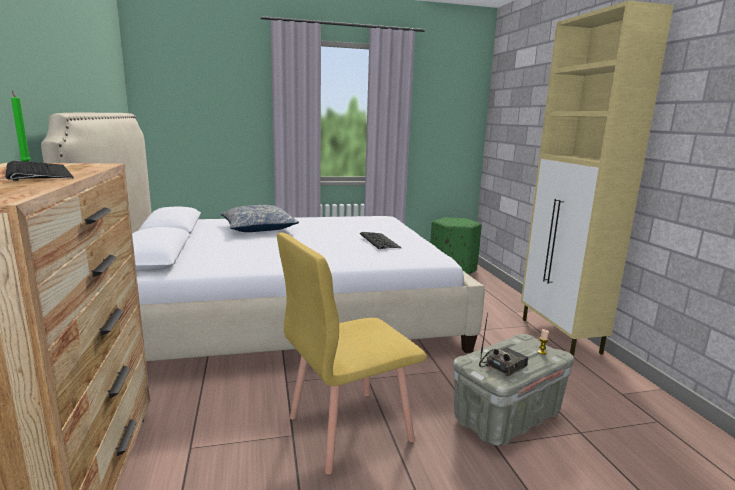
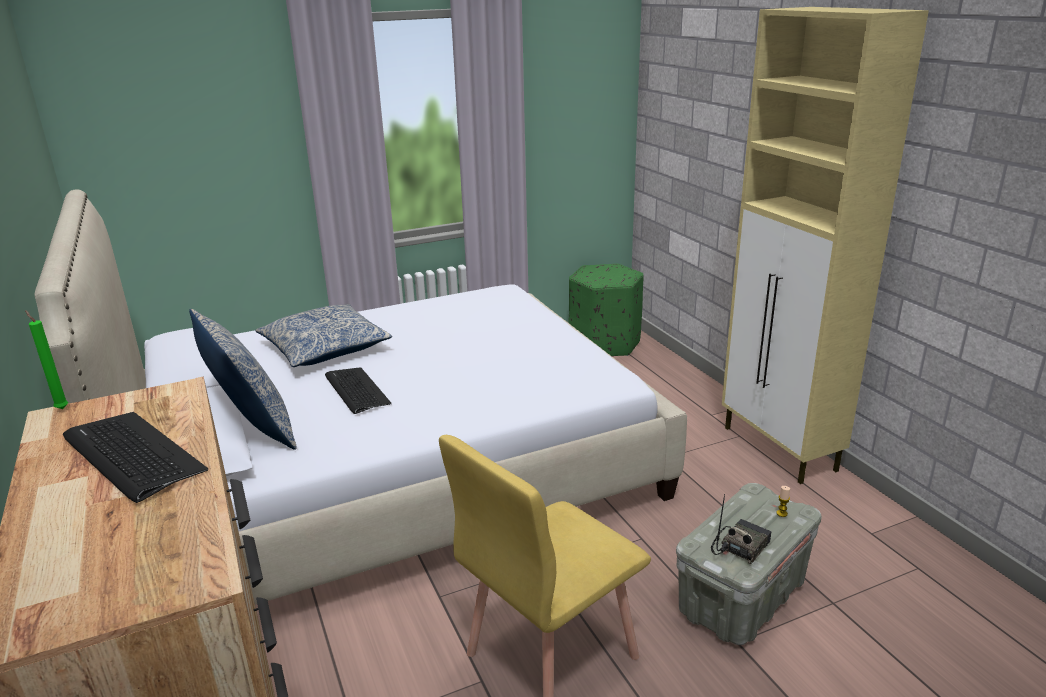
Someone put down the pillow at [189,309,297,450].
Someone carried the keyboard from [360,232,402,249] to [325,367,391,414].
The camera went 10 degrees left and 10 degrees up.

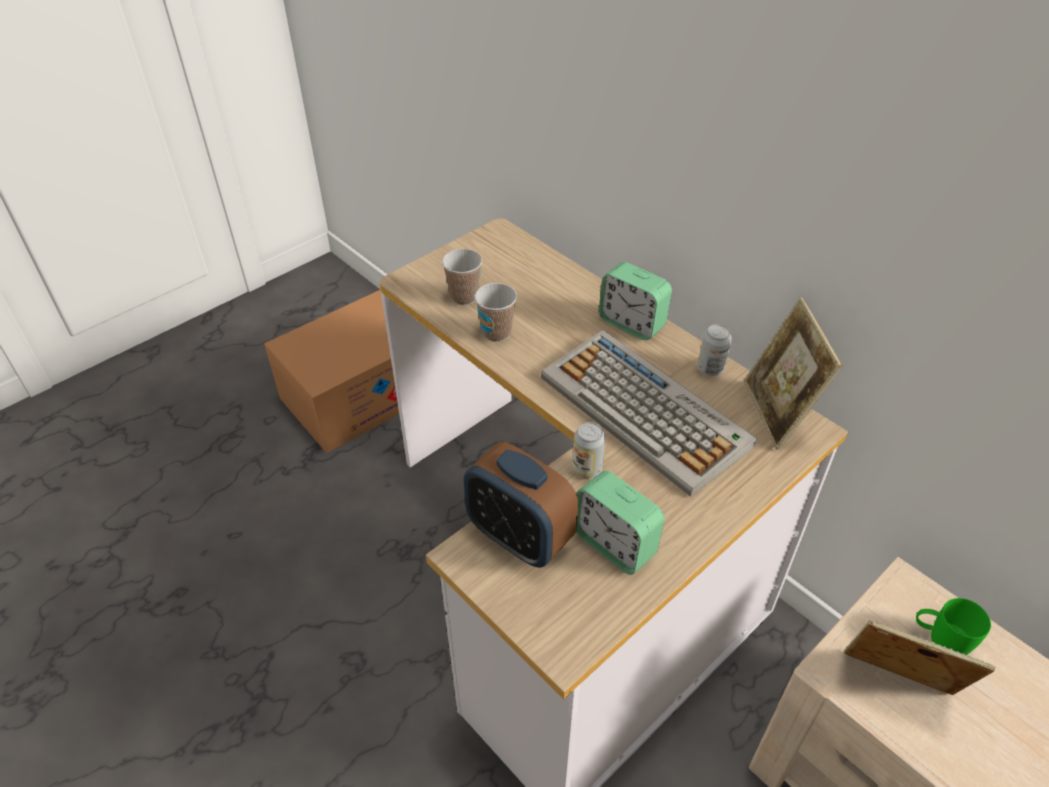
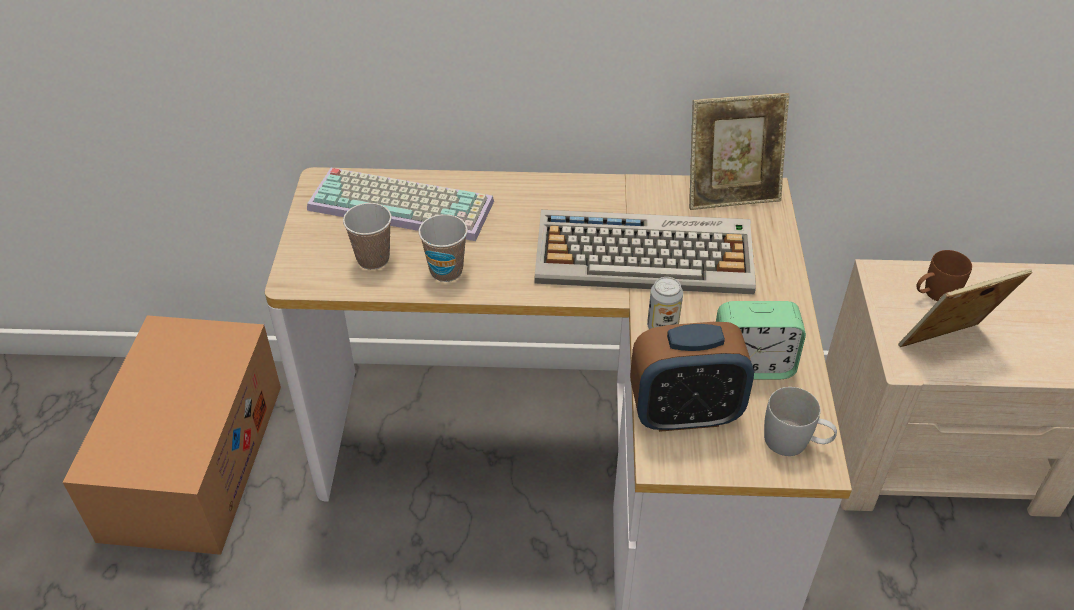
Someone put down the keyboard at [307,168,494,241].
Someone rotated the picture_frame at [744,297,843,450] by 45 degrees counterclockwise.
Someone put down the white_mug at [764,387,837,456].
Someone repainted the green_mug at [916,598,991,655], which became the brown_mug at [916,250,972,301].
Someone took away the alarm_clock at [599,262,672,340].
Someone took away the can at [698,324,732,376].
The camera went 45 degrees left and 0 degrees up.

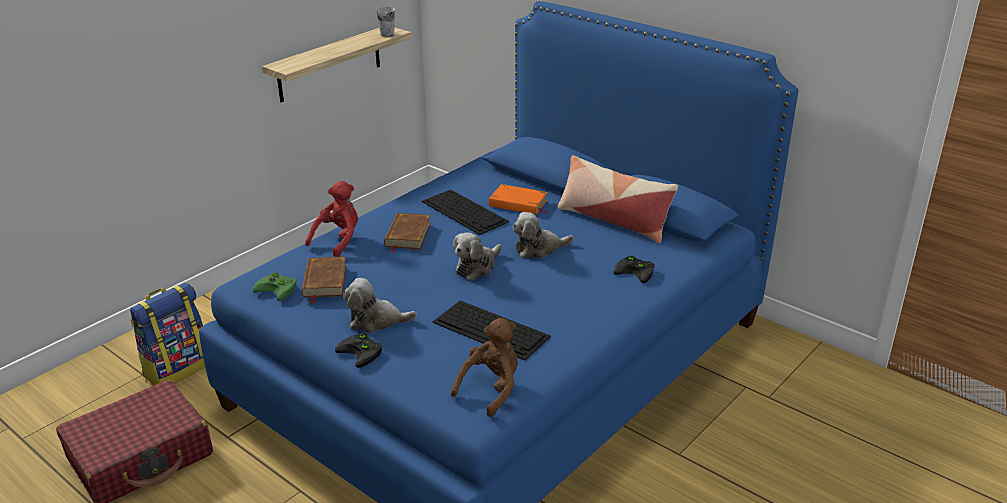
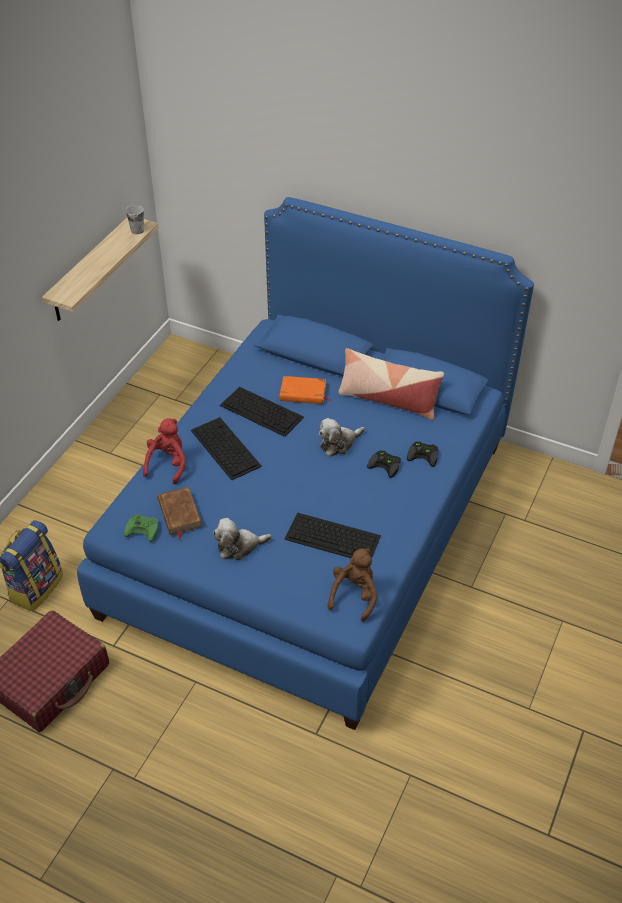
Someone swapped the brown_book at [384,213,431,253] for the keyboard at [191,417,262,480].
Someone carried the black_game_controller from [335,333,382,368] to [367,450,401,478].
Someone took away the plush_toy at [453,232,502,280].
The camera went 15 degrees left and 15 degrees up.

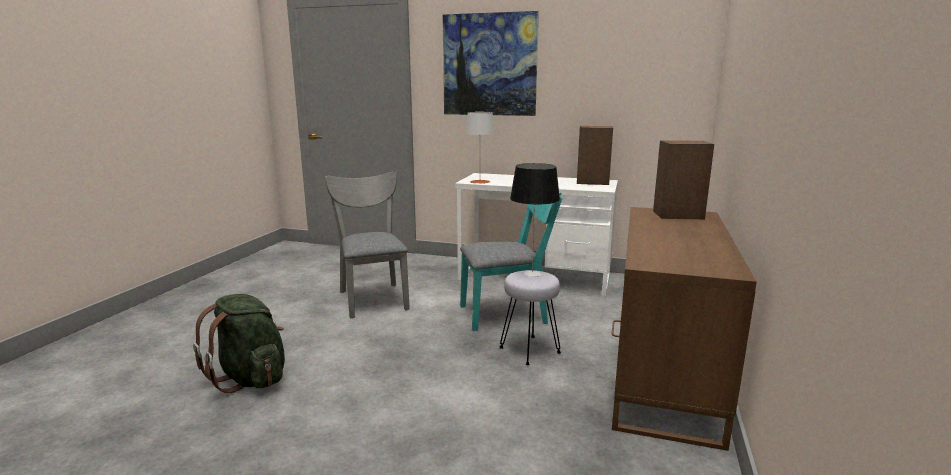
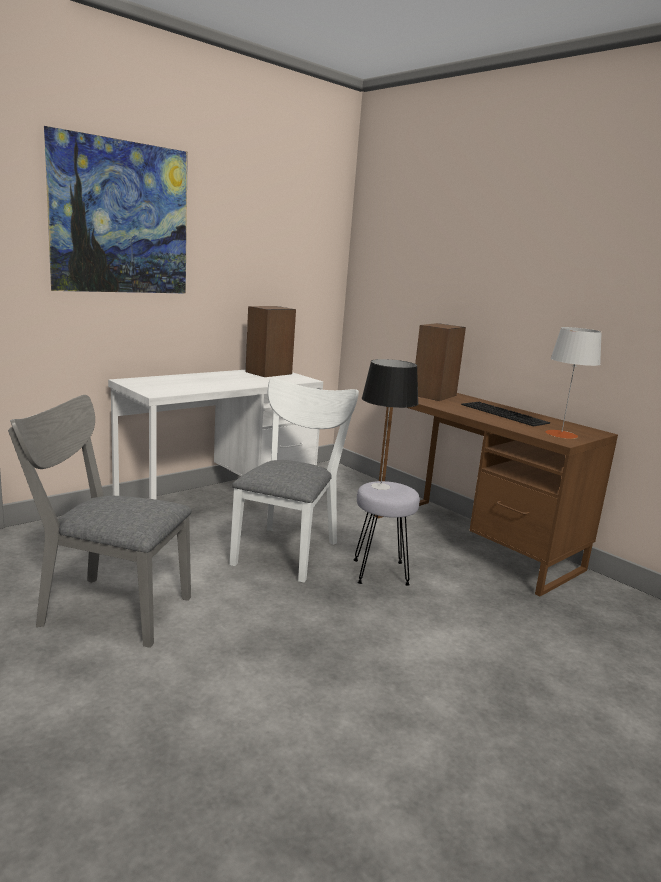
Someone repainted the turquoise_chair at [460,192,562,331], which became the white_chair at [229,378,359,583].
Someone put down the keyboard at [461,402,550,426].
Someone carried the grey_table_lamp from [465,112,495,184] to [545,327,602,439].
Someone took away the green_backpack at [193,294,285,393].
The camera went 60 degrees left and 0 degrees up.

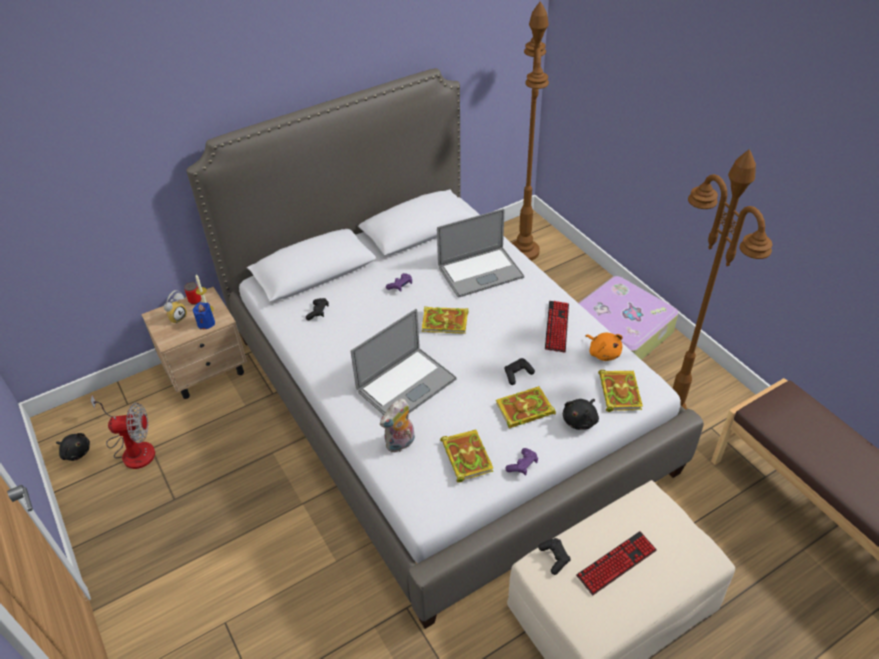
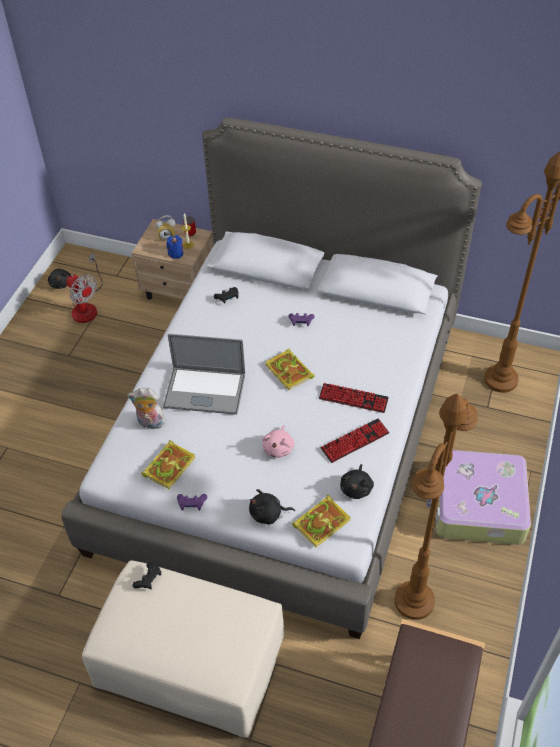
Someone swapped the black_game_controller at [505,358,535,385] for the pink_plush_toy at [262,425,295,458].
Someone carried the keyboard from [576,531,657,595] to [319,383,389,413].
Someone repainted the orange_plush_toy at [586,333,622,361], which became the black_plush_toy at [340,464,374,499].
Someone took away the laptop at [437,209,524,298].
Someone took away the book at [496,386,556,429].
The camera went 50 degrees right and 5 degrees up.

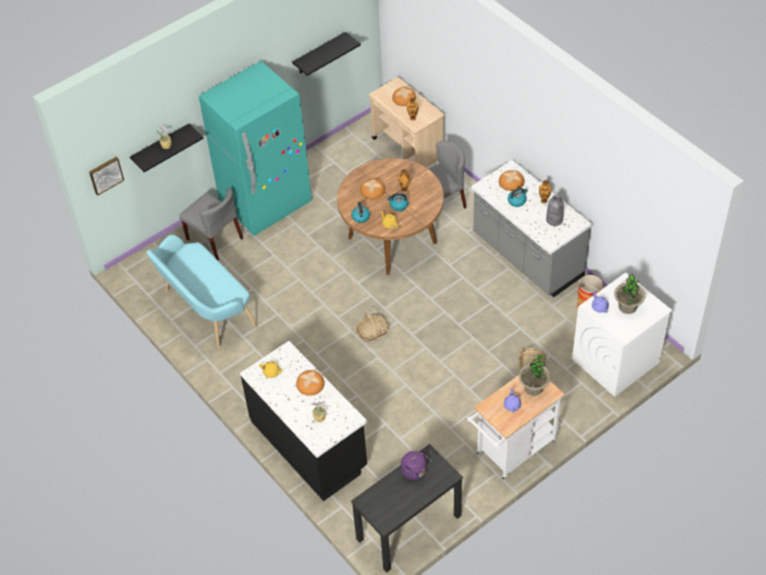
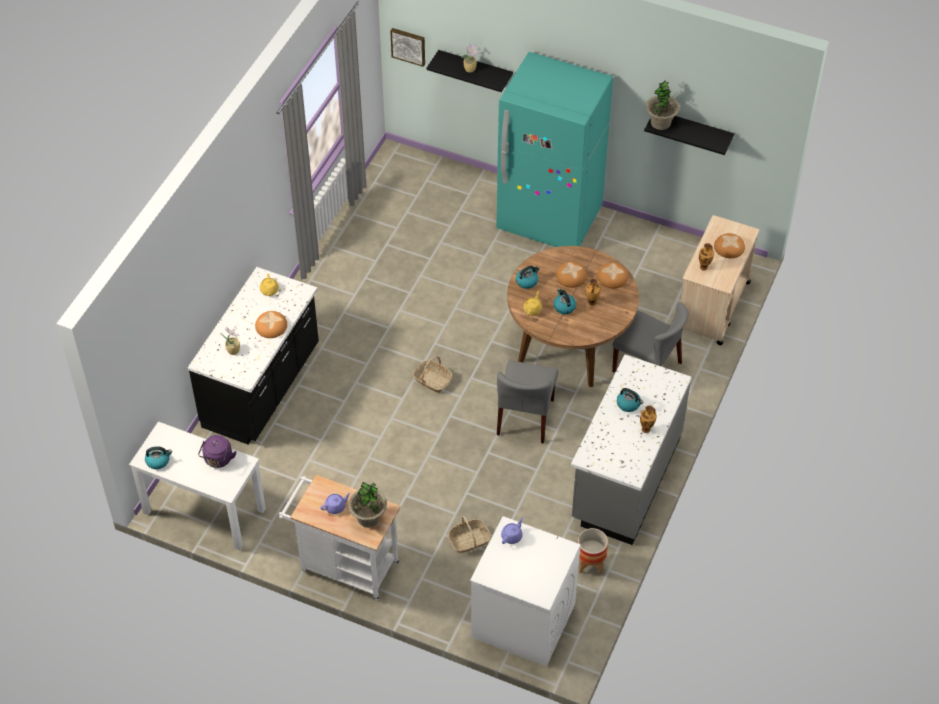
Someone repainted the black_desk at [351,444,463,573], which became the white_desk at [129,422,266,551].
Someone put down the kettle at [145,446,172,469].
Someone carried the grey_chair from [179,188,243,260] to [497,360,558,444].
Someone carried the bread from [499,170,524,191] to [597,263,628,288].
Someone carried the potted_plant from [614,274,646,314] to [646,81,680,130].
Someone took away the turquoise_bench at [146,235,258,350].
Someone took away the grey_vase at [546,194,564,226].
The camera went 60 degrees right and 0 degrees up.

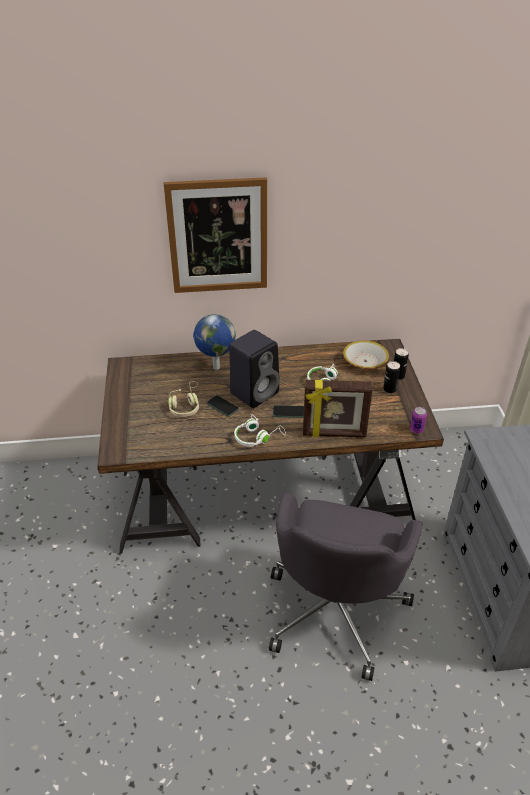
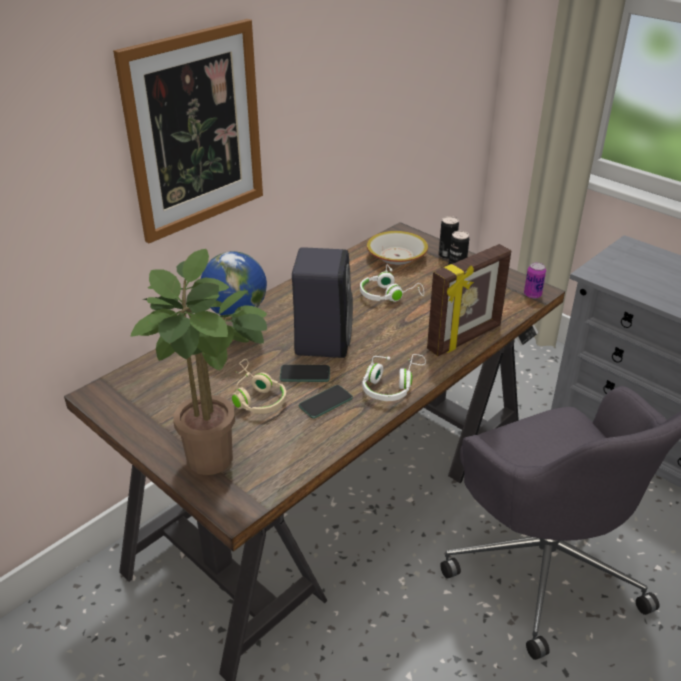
Someone put down the potted_plant at [131,249,267,475].
Someone carried the phone from [273,405,304,418] to [299,385,353,419].
The camera went 40 degrees left and 5 degrees down.

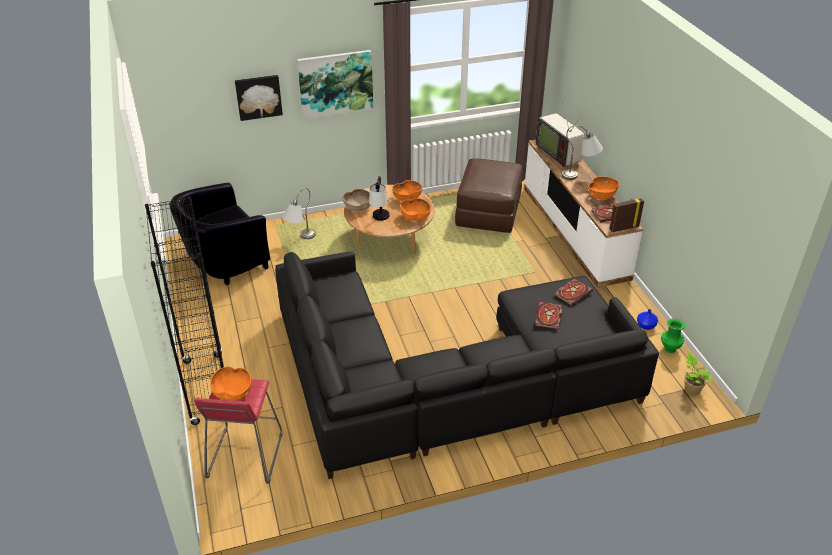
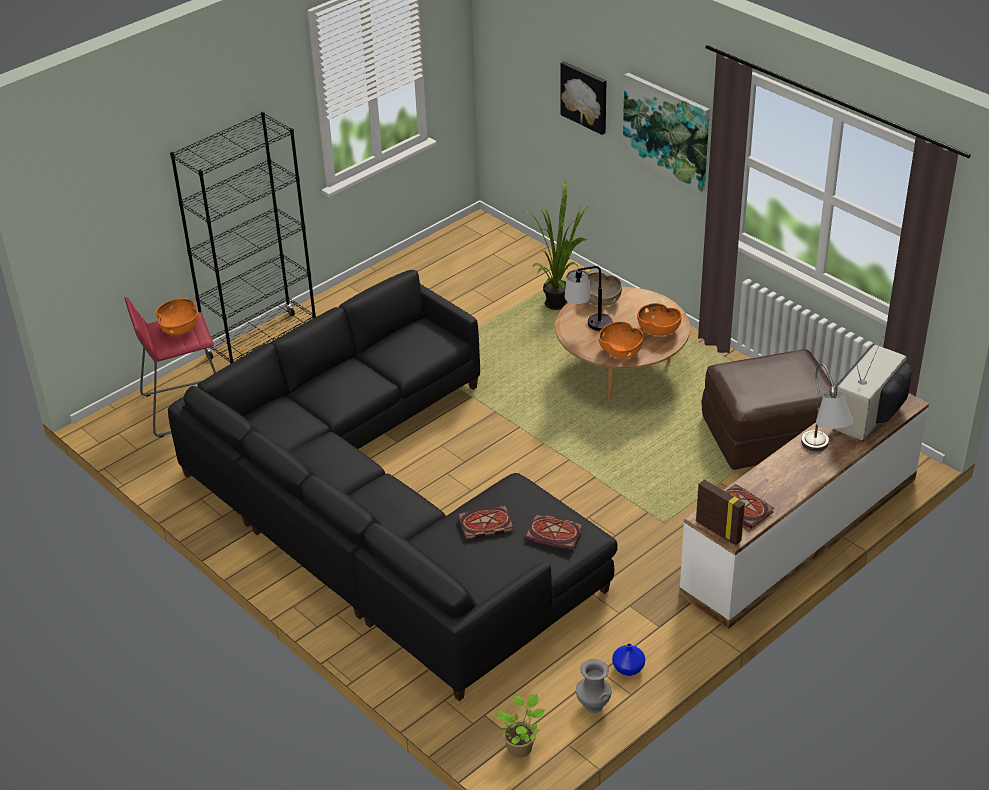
Someone swapped the grey_table_lamp at [282,188,316,239] for the potted_plant at [522,181,589,310].
Someone repainted the green_vase at [661,318,685,353], which became the grey_vase at [576,659,612,713].
Someone took away the black_armchair at [169,183,270,285].
Someone took away the orange_bowl at [588,176,619,200].
The camera went 65 degrees right and 0 degrees up.

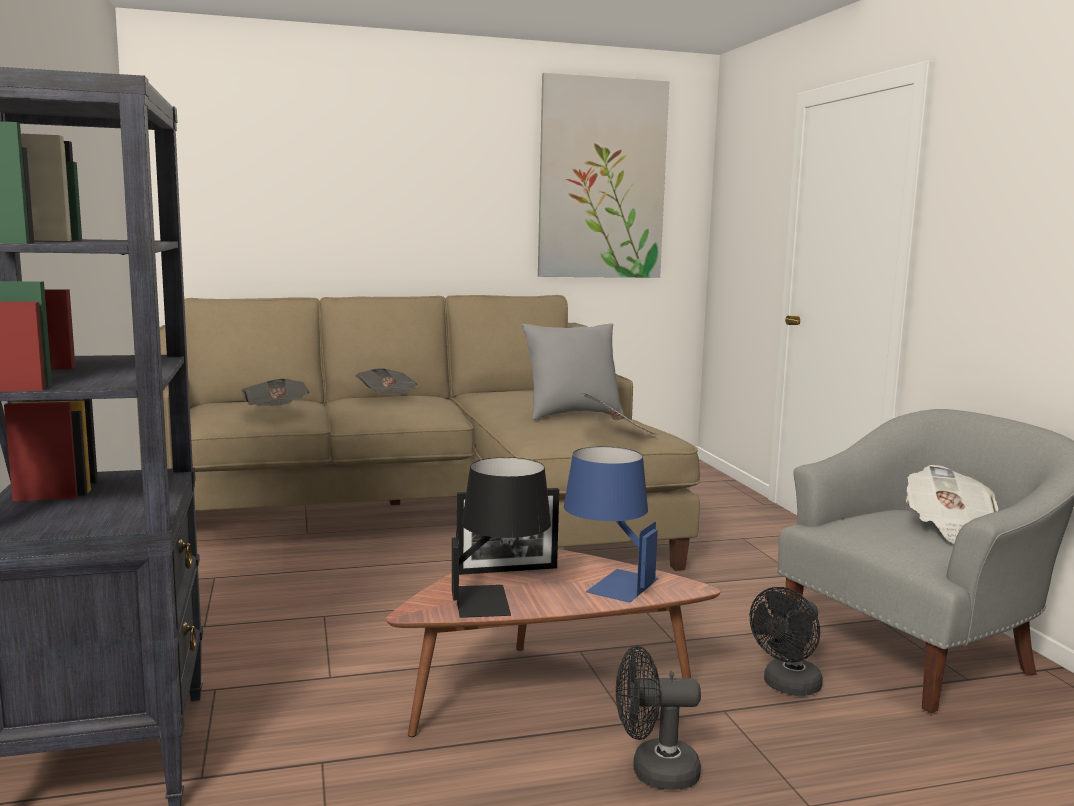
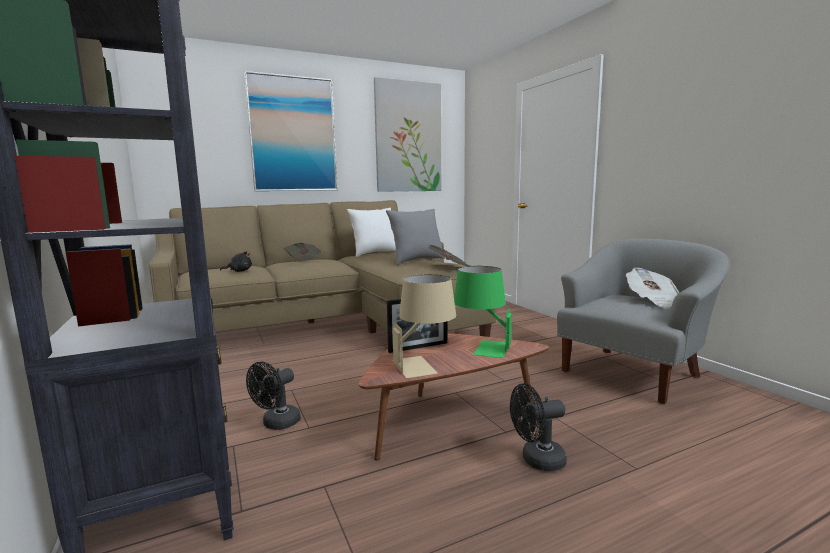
Someone swapped the newspaper at [241,379,309,406] for the black_plush_toy at [220,251,252,272].
Someone put up the picture at [244,71,337,191].
Someone carried the black_fan from [750,587,823,696] to [246,362,301,430].
Someone put down the white_pillow at [346,208,396,257].
Someone repainted the black_table_lamp at [452,457,551,618], which became the beige_table_lamp at [392,274,456,378].
Someone repainted the blue_table_lamp at [564,446,658,602], which became the green_table_lamp at [454,266,512,358].
The camera went 10 degrees left and 0 degrees up.

